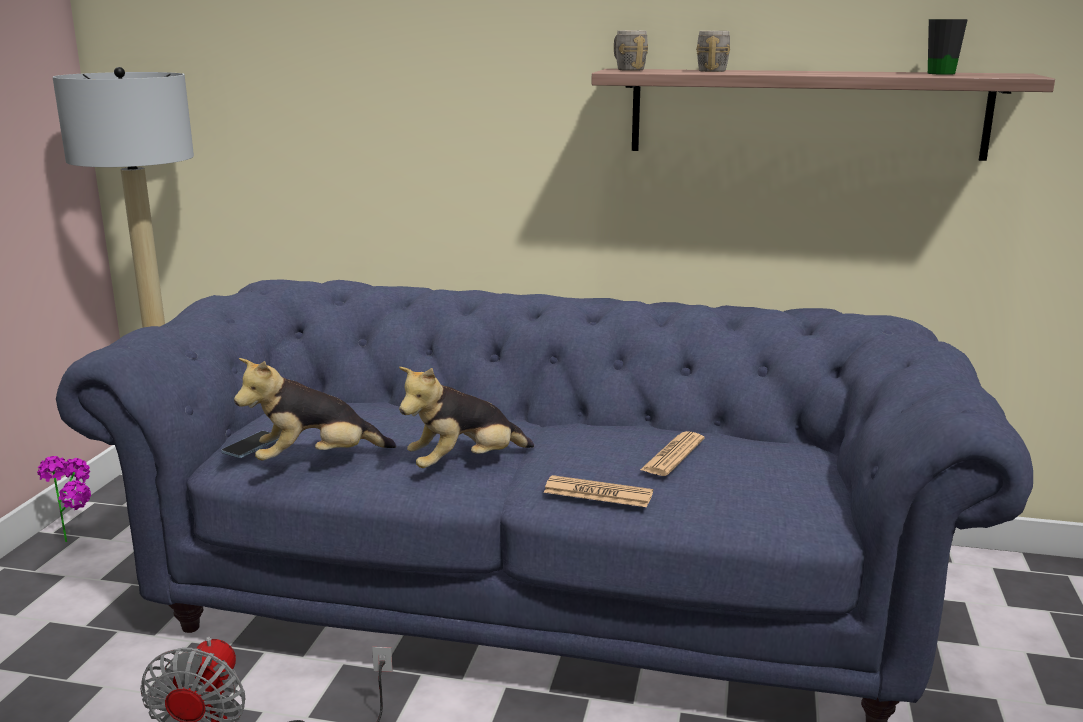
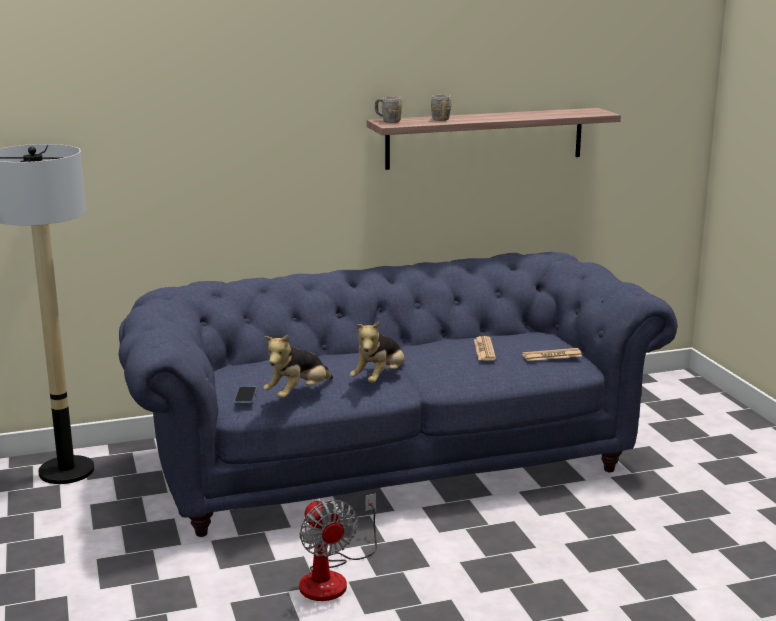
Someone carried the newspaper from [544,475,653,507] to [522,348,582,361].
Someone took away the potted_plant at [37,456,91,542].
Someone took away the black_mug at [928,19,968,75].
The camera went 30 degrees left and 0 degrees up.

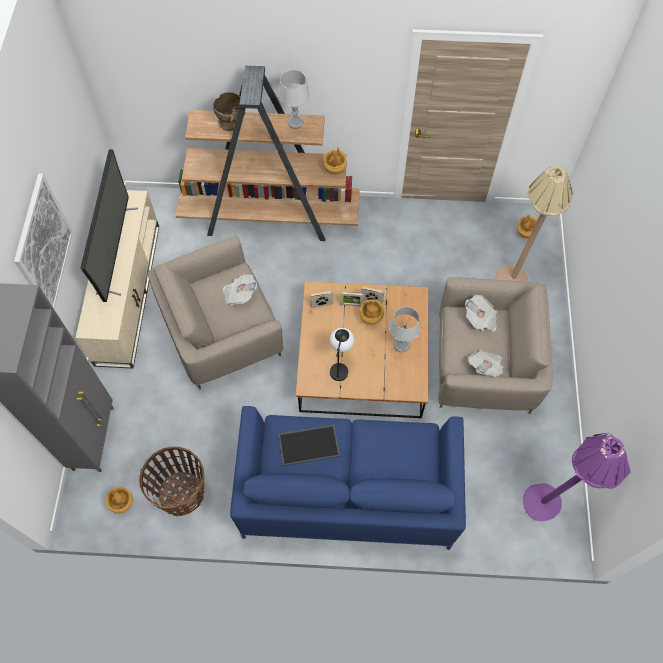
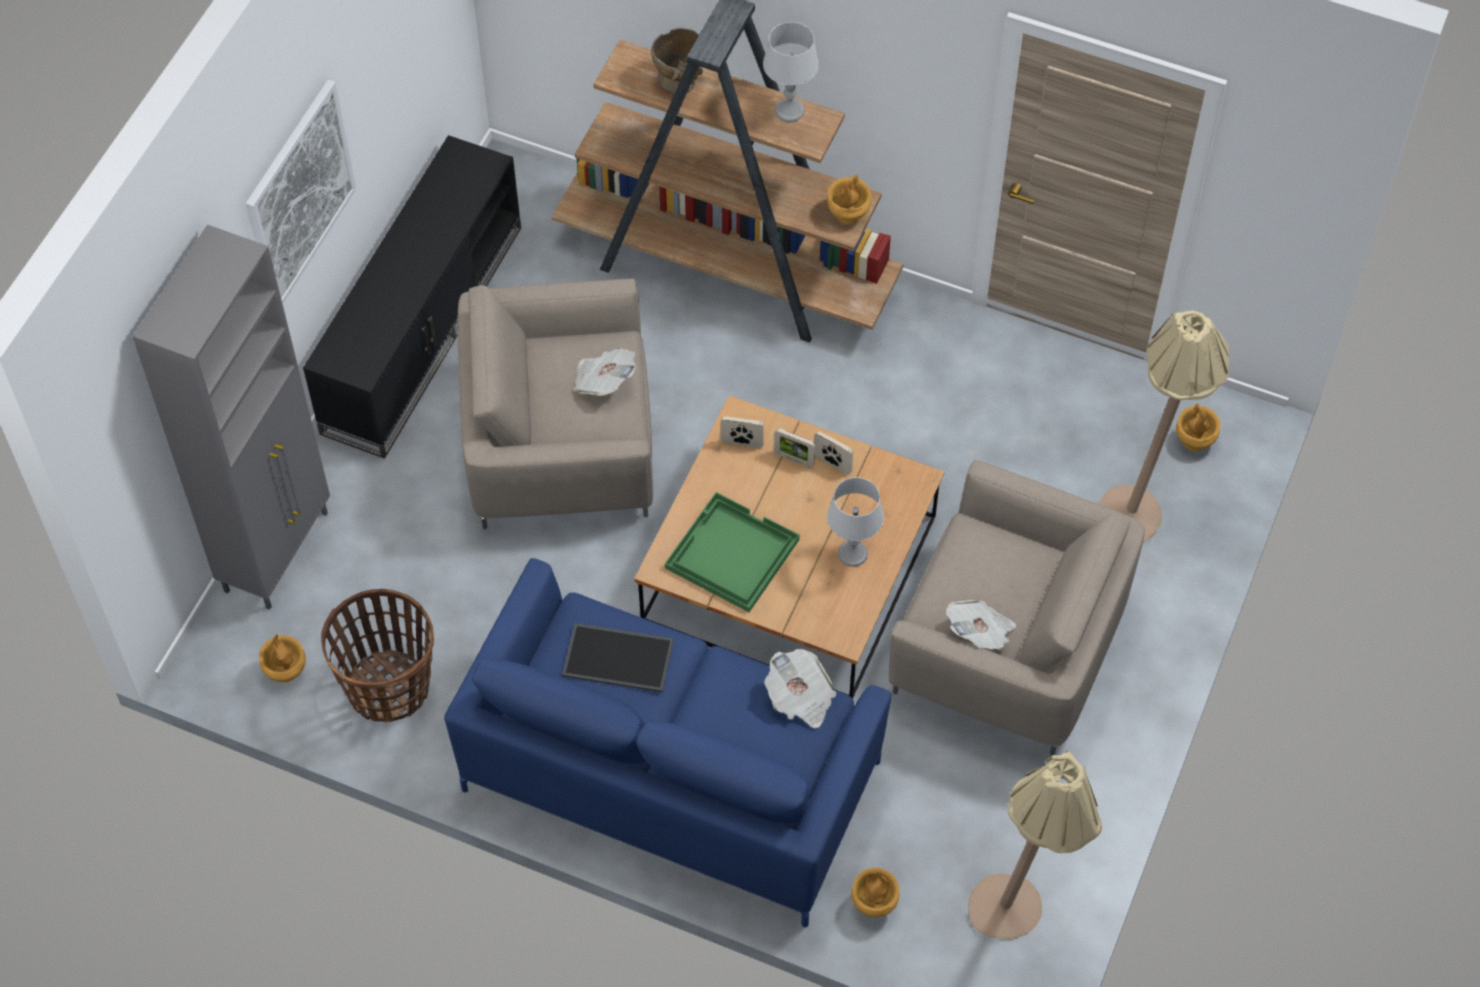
Someone repainted the beige_tv_stand at [76,190,159,369], which became the black_tv_stand at [303,135,521,459].
Someone swapped the table_lamp at [330,328,354,381] for the green_tray at [665,492,800,612].
Someone carried the newspaper from [465,295,497,331] to [764,649,837,728].
Someone carried the brown_vase from [359,299,384,324] to [851,868,899,917].
Someone repainted the purple_floor_lamp at [523,433,631,521], which became the beige_floor_lamp at [968,749,1102,939].
Someone took away the television at [81,149,138,302].
The camera went 20 degrees right and 5 degrees down.

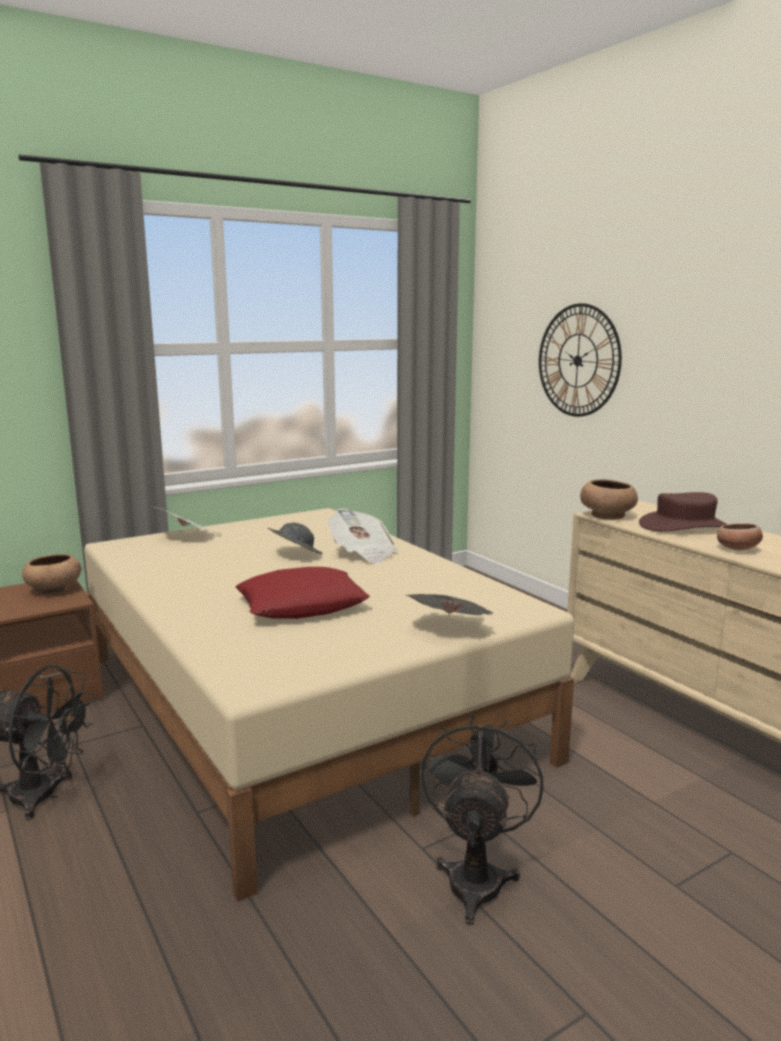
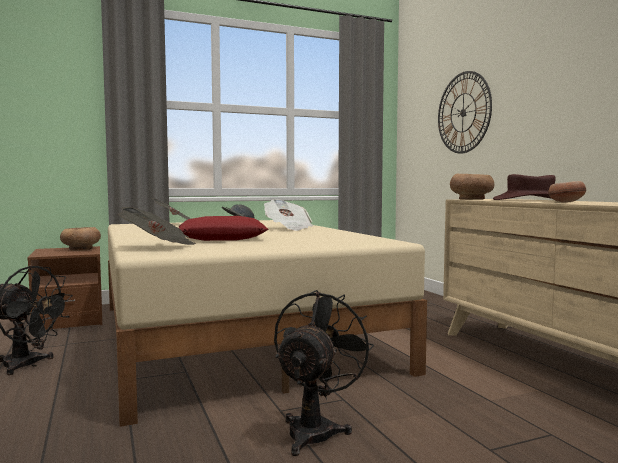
Someone carried the newspaper from [406,594,493,615] to [118,207,196,245].
The camera went 10 degrees right and 10 degrees down.

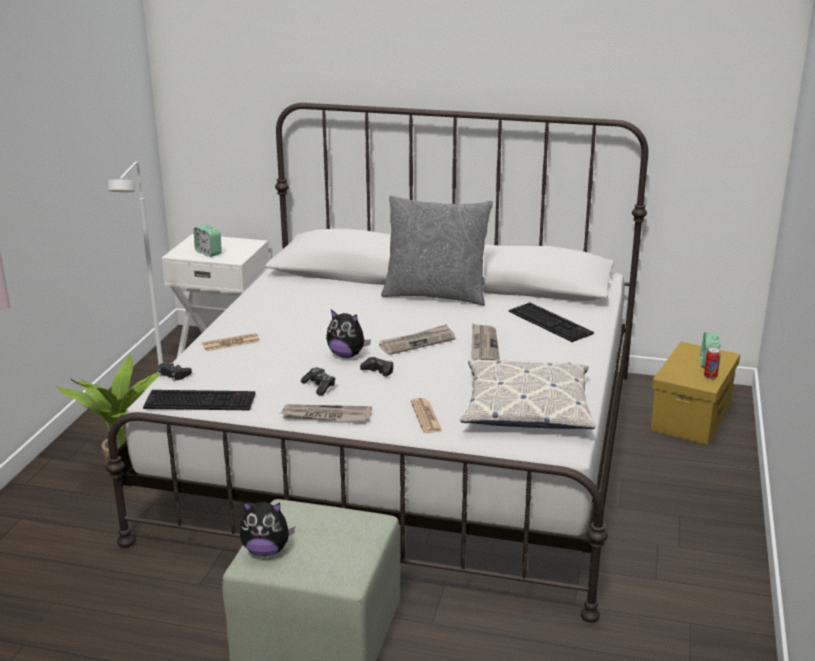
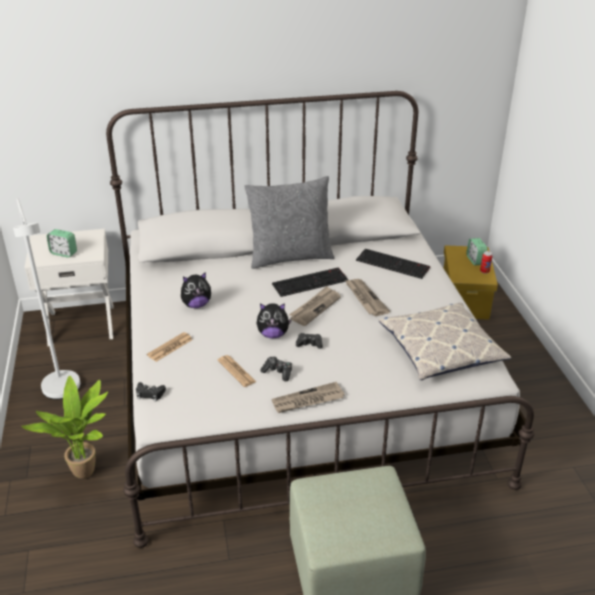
Someone carried the plush_toy from [240,501,295,556] to [181,272,211,308].
Someone carried the newspaper from [411,398,442,433] to [217,355,256,387].
Someone carried the keyboard from [143,390,255,410] to [272,267,348,297].
The camera went 25 degrees left and 10 degrees up.

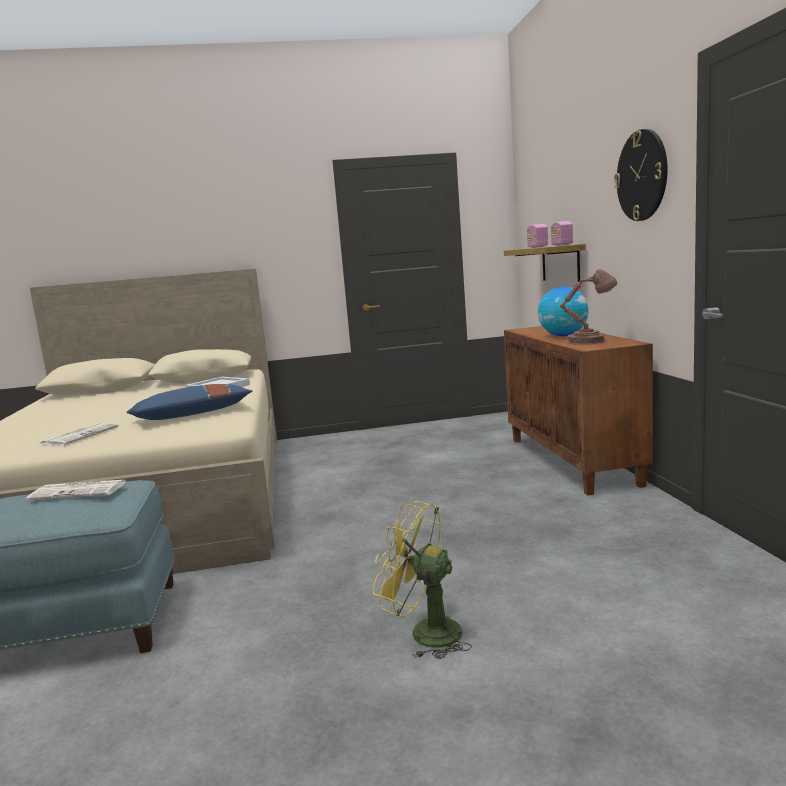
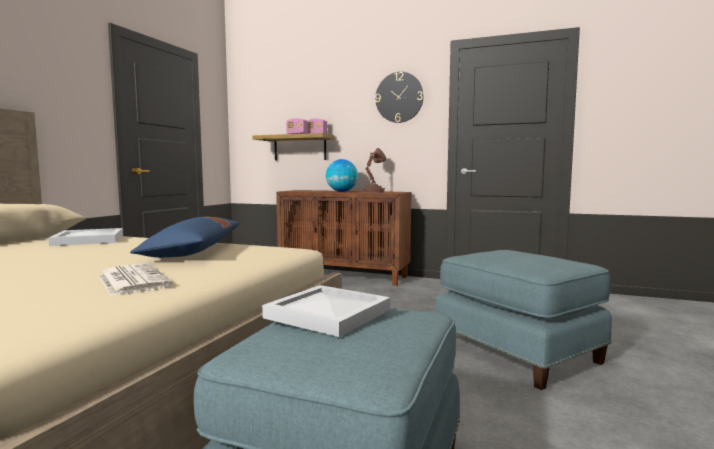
Someone swapped the newspaper at [26,480,126,501] for the white_tray at [262,285,390,337].
Someone swapped the yellow_fan at [373,501,472,659] for the blue_ottoman at [435,250,612,390].
The camera went 60 degrees left and 5 degrees down.

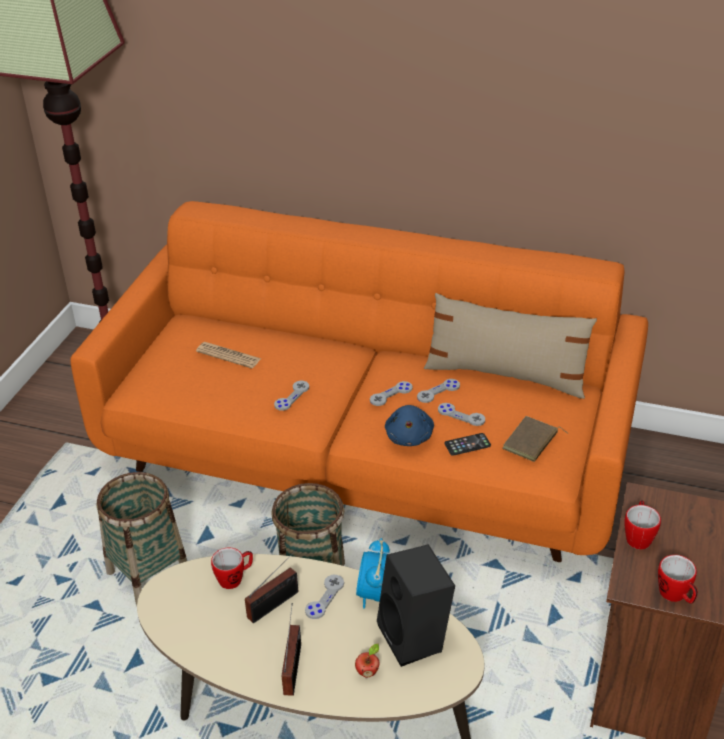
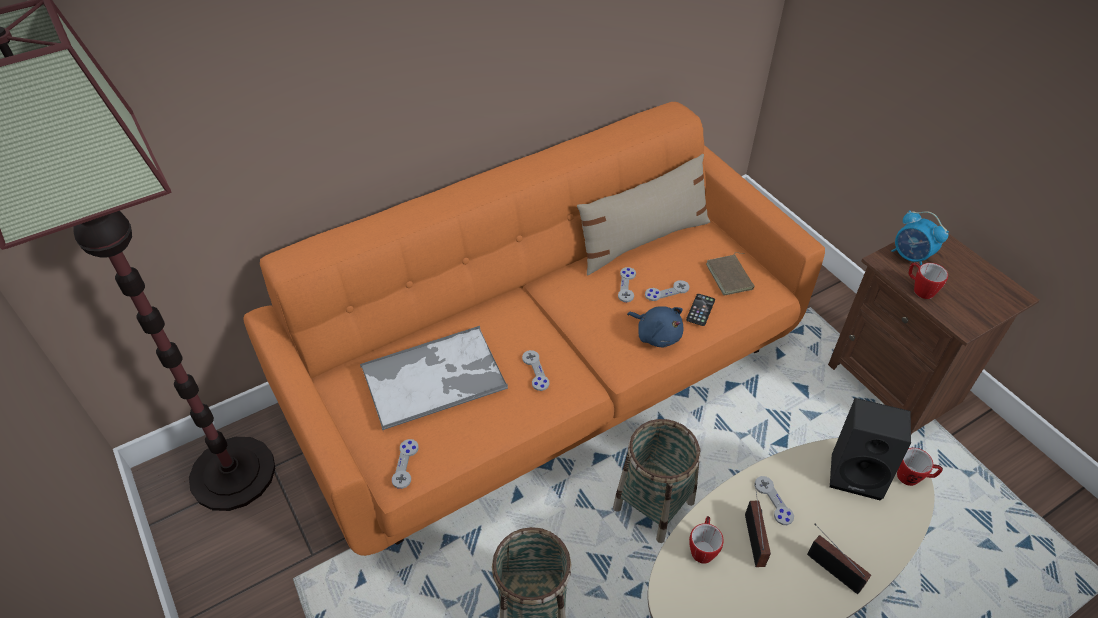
Someone swapped the newspaper at [196,342,261,368] for the tray at [360,326,508,430].
Someone carried the grey_game_controller from [370,381,413,406] to [392,439,419,489].
Someone carried the alarm_clock from [356,538,390,609] to [891,210,949,266].
Someone carried the mug from [658,555,698,604] to [897,448,943,486].
Someone took away the apple at [355,644,380,678].
The camera went 50 degrees left and 10 degrees up.

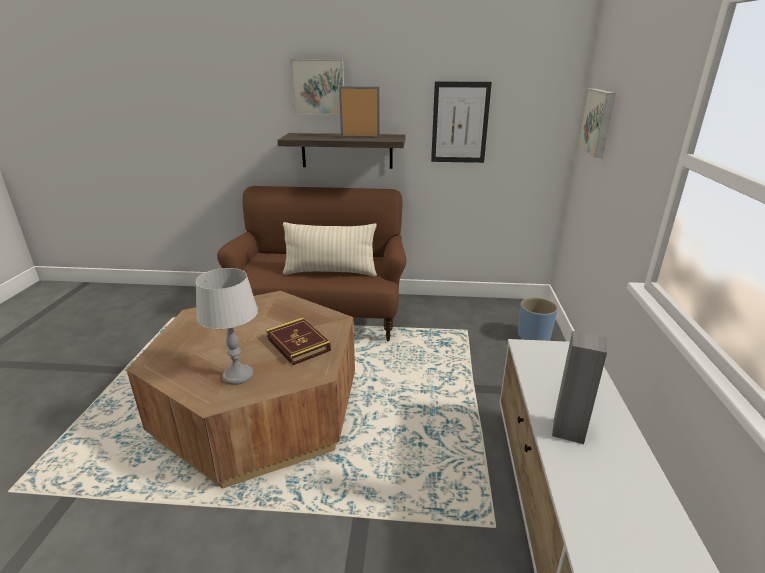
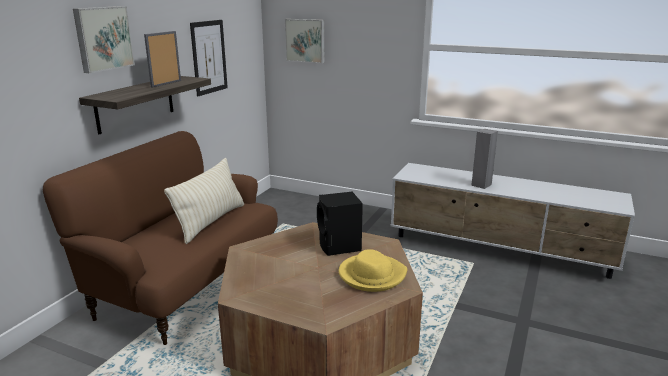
Someone swapped the book at [266,318,331,366] for the black_speaker at [317,192,363,256].
Someone swapped the grey_table_lamp at [196,268,258,385] for the yellow_hat at [339,249,408,292].
Someone took away the blue_planter at [518,297,558,341].
The camera went 70 degrees left and 5 degrees down.

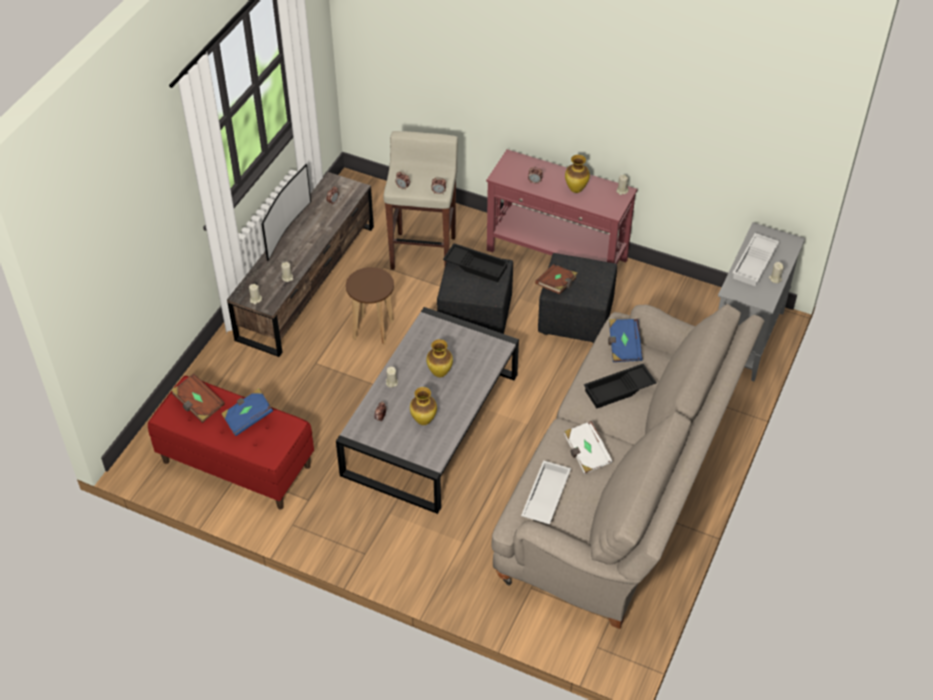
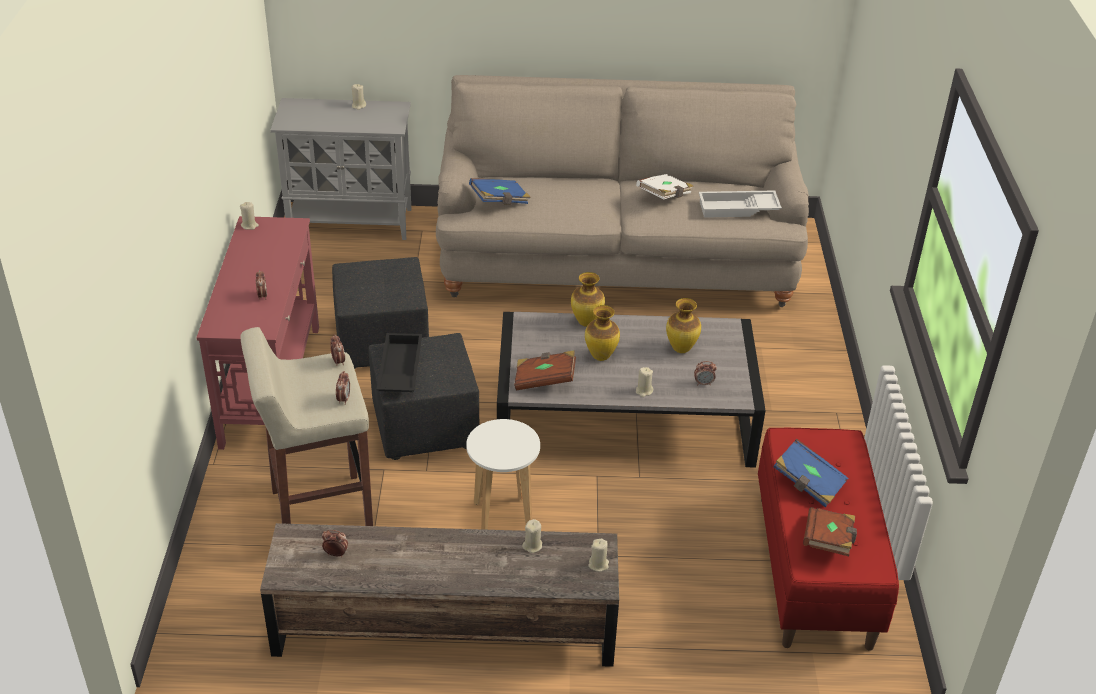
Someone repainted the brown_stool at [346,267,394,345], which became the white_stool at [466,419,540,530].
Someone carried the brown_book from [535,264,578,294] to [514,350,576,390].
Someone carried the vase from [565,155,590,193] to [571,272,605,327].
Someone took away the television at [261,164,311,261].
Someone took away the black_tray at [584,364,657,408].
Someone took away the white_tray at [733,233,780,287].
The camera went 115 degrees left and 10 degrees down.

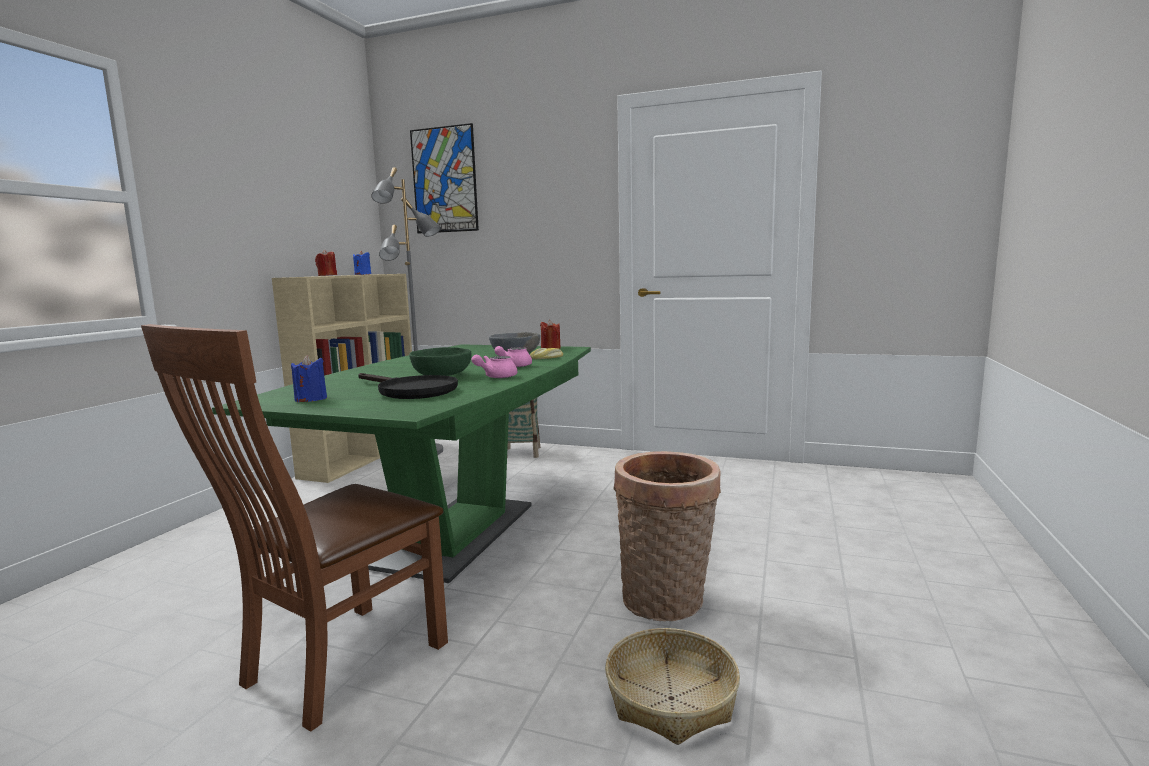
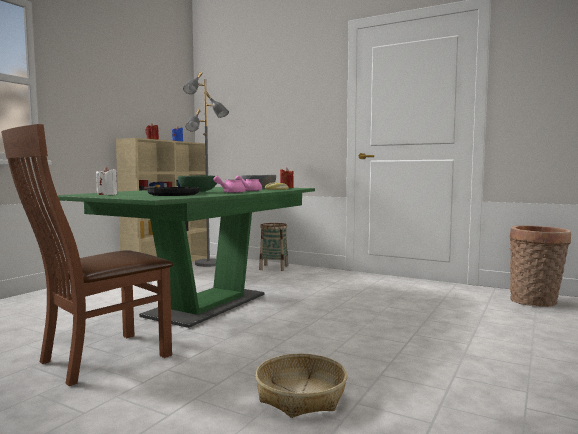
Someone repainted the blue_candle at [291,355,327,402], which became the white_candle at [96,167,117,195].
Someone carried the basket from [613,451,721,621] to [510,225,571,307].
Someone took away the picture at [410,123,479,234].
The camera went 10 degrees right and 5 degrees down.

